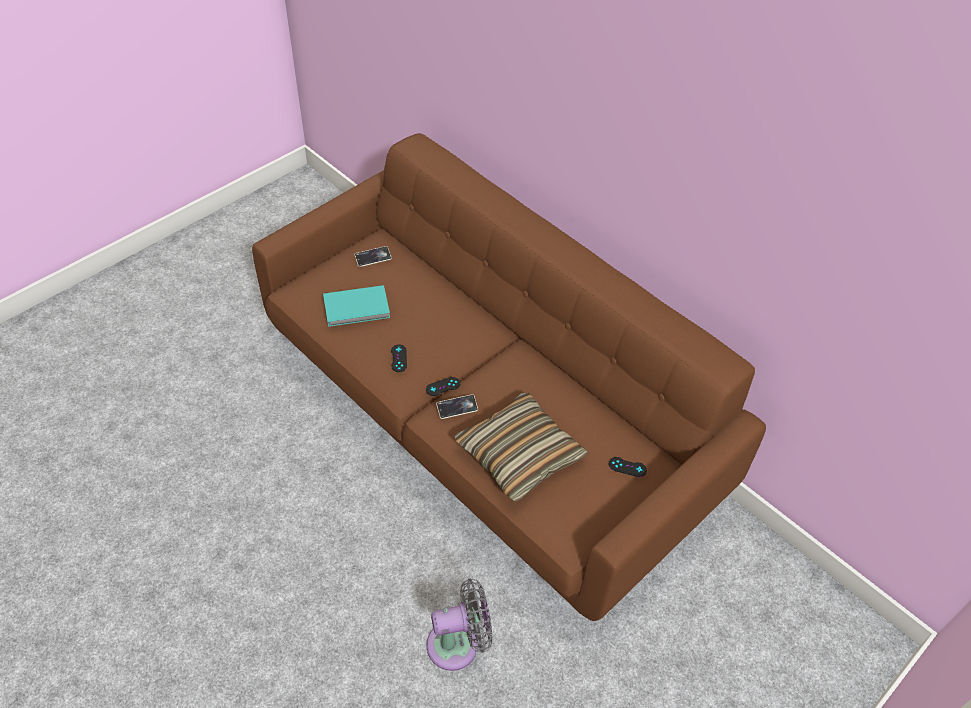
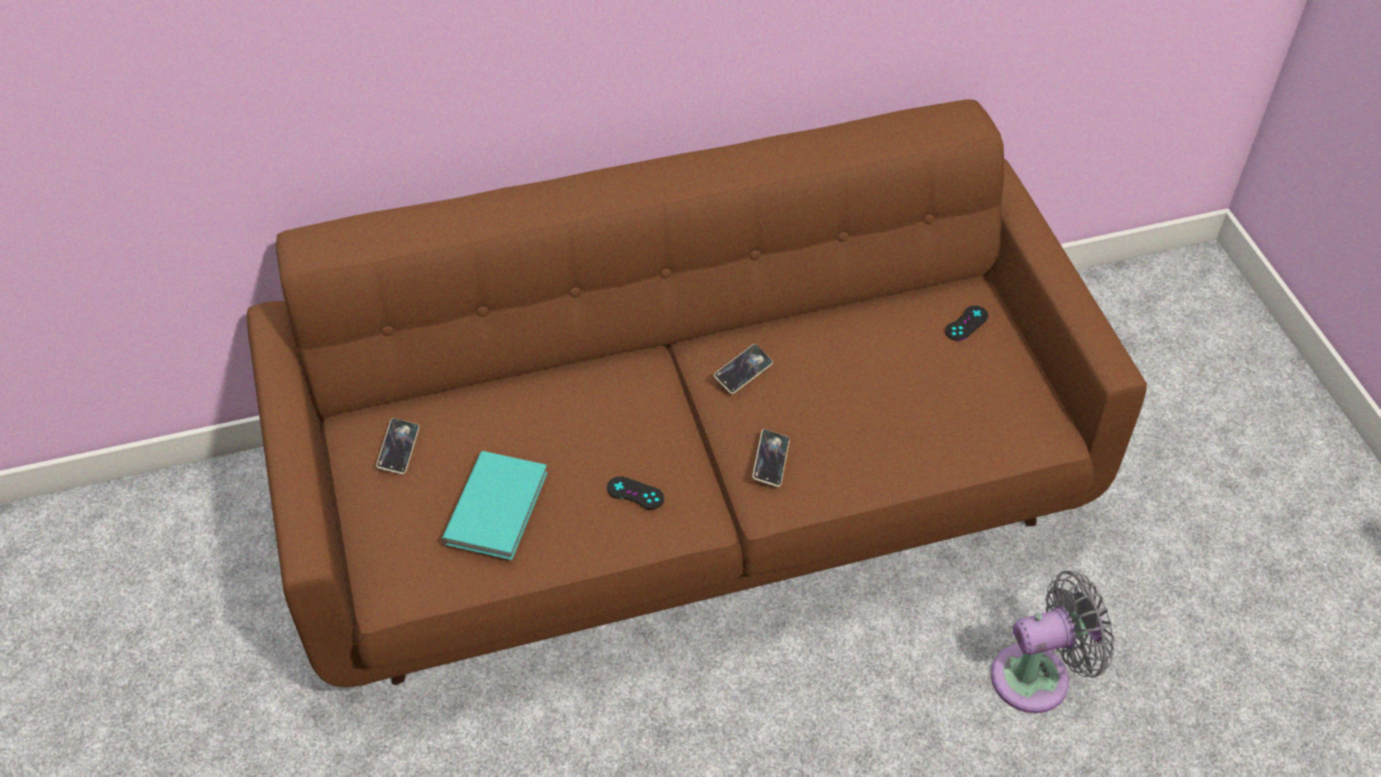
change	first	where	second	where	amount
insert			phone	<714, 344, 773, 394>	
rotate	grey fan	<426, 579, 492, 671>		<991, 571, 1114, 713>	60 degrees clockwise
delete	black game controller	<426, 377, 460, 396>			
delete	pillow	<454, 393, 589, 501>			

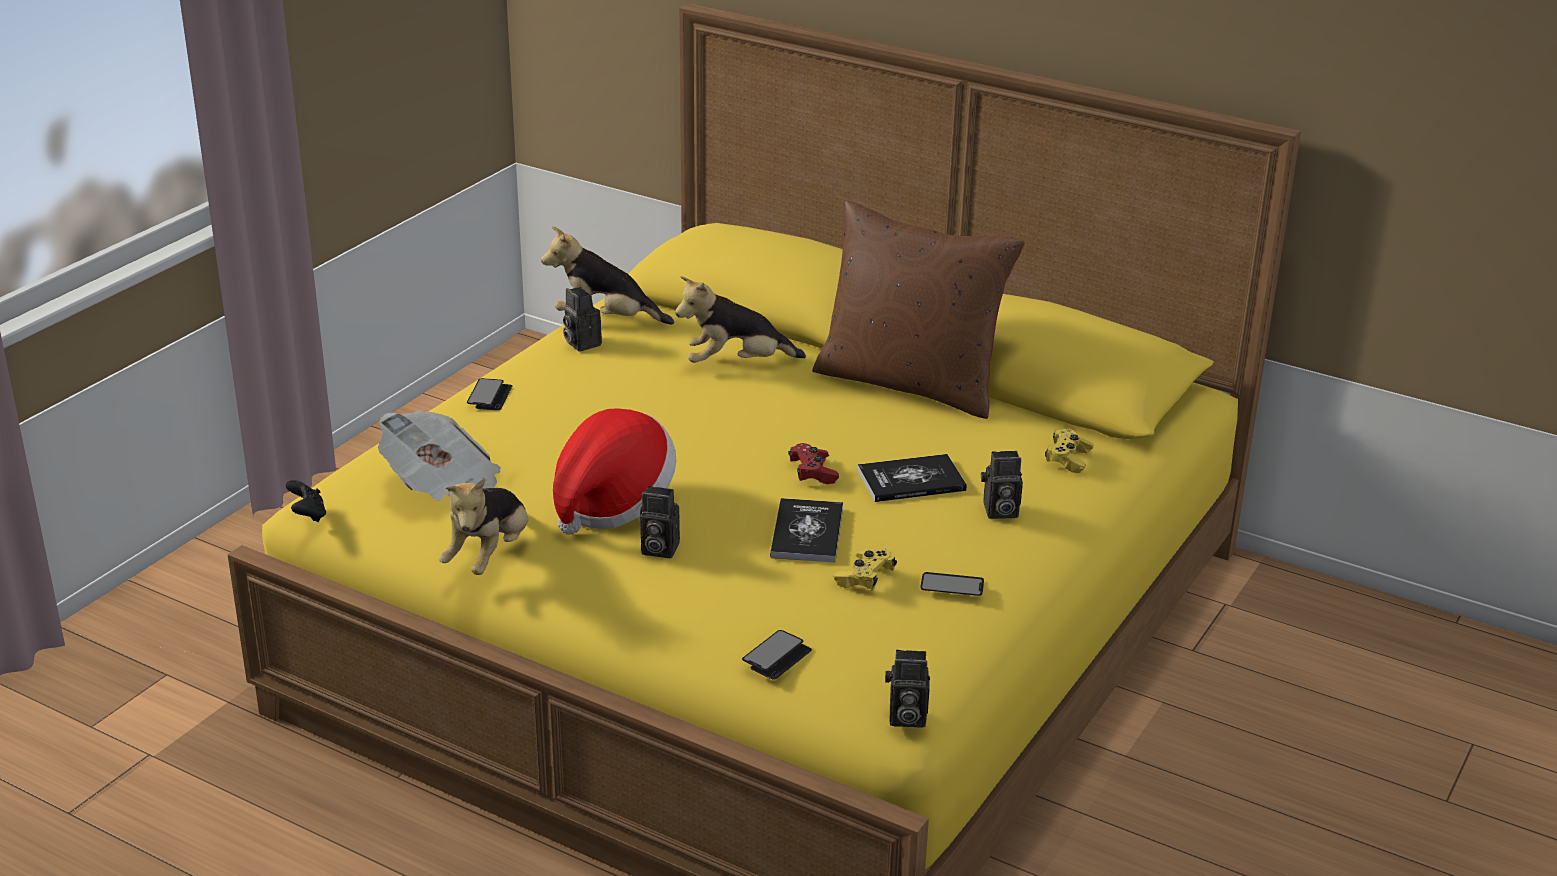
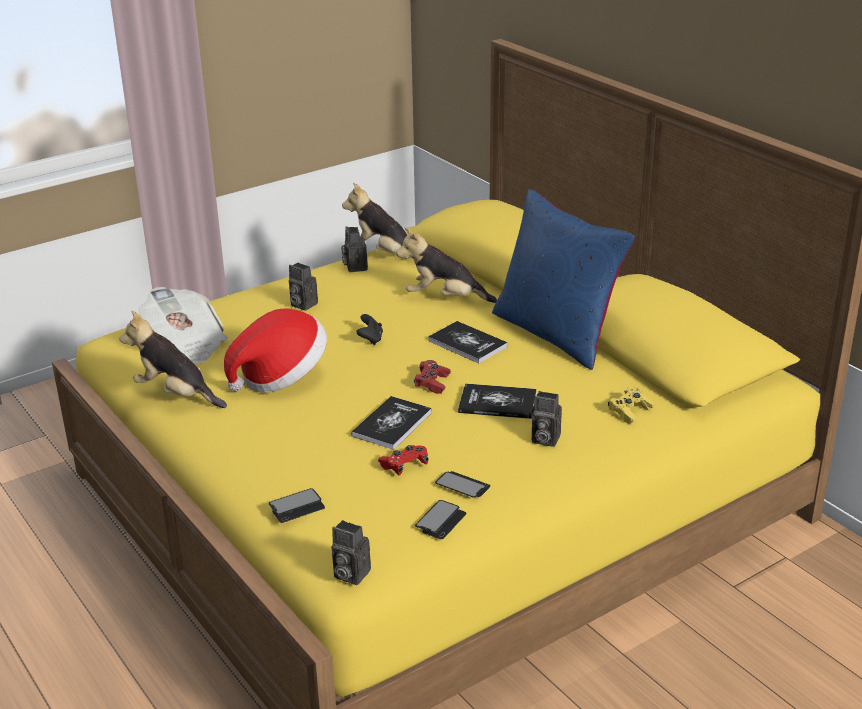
change	first	where	second	where	amount
rotate	plush toy	<439, 478, 528, 575>		<119, 311, 227, 408>	75 degrees clockwise
move	photo camera	<640, 486, 680, 558>		<289, 263, 318, 311>	
move	black game controller	<286, 480, 326, 522>		<356, 314, 383, 345>	
recolor	yellow game controller	<834, 548, 897, 590>	red game controller	<378, 445, 429, 475>	
move	phone	<467, 378, 512, 410>		<415, 500, 466, 539>	
insert			book	<428, 321, 508, 364>	
recolor	brown pillow	<812, 201, 1024, 419>	blue pillow	<492, 189, 635, 370>	

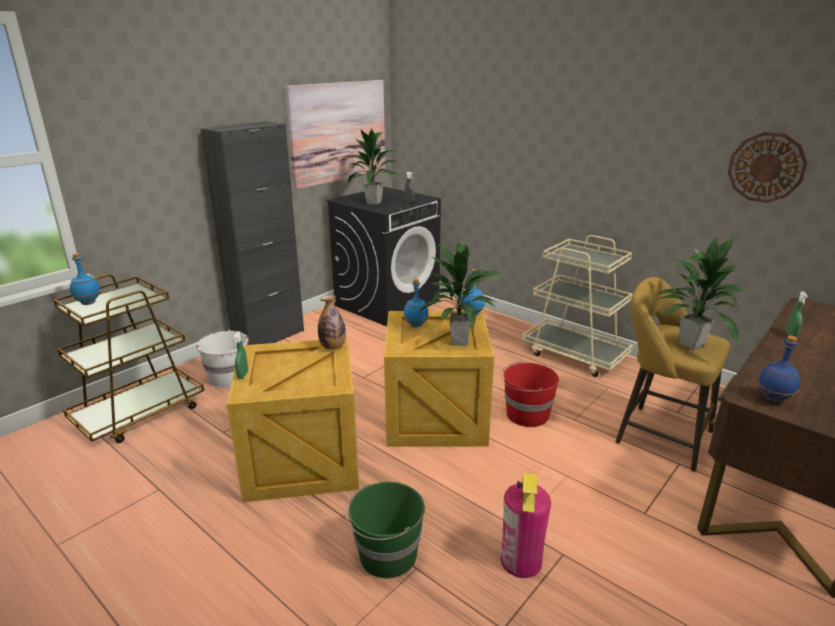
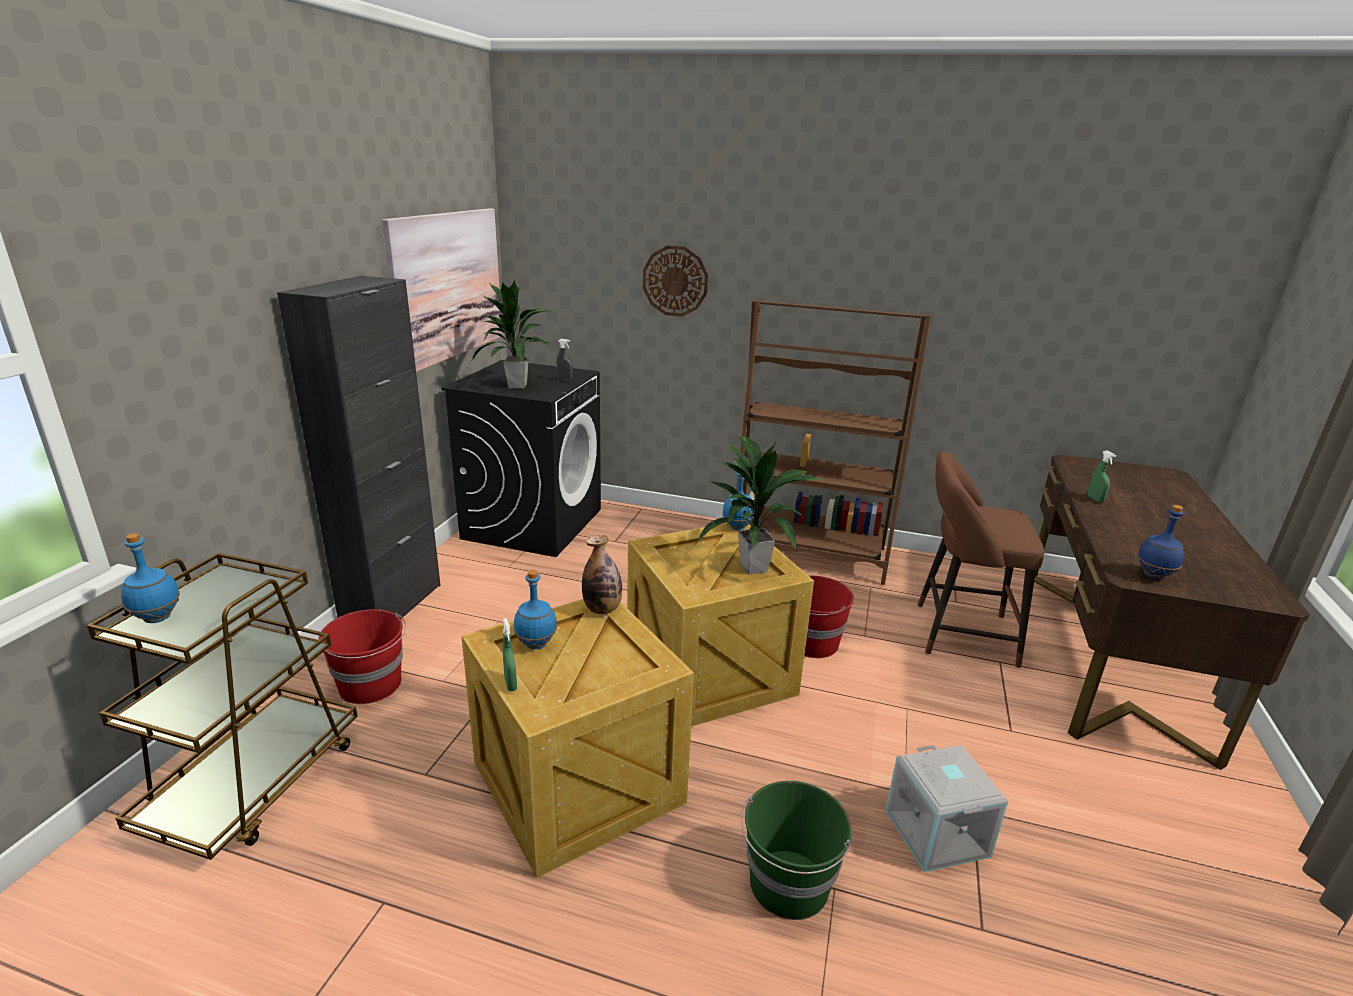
change	first	where	second	where	amount
recolor	white bucket	<196, 331, 249, 388>	red bucket	<318, 609, 406, 704>	
move	blue bottle	<404, 279, 429, 328>		<514, 570, 557, 649>	
move	wall clock	<728, 132, 808, 203>		<643, 245, 708, 317>	
replace	beige cart	<522, 235, 633, 377>	brown bookcase	<736, 299, 931, 585>	
replace	fire extinguisher	<501, 473, 551, 578>	grey storage box	<885, 745, 1008, 872>	
recolor	yellow stool	<615, 277, 730, 472>	brown stool	<918, 451, 1045, 668>	
delete	potted plant	<654, 236, 749, 350>			

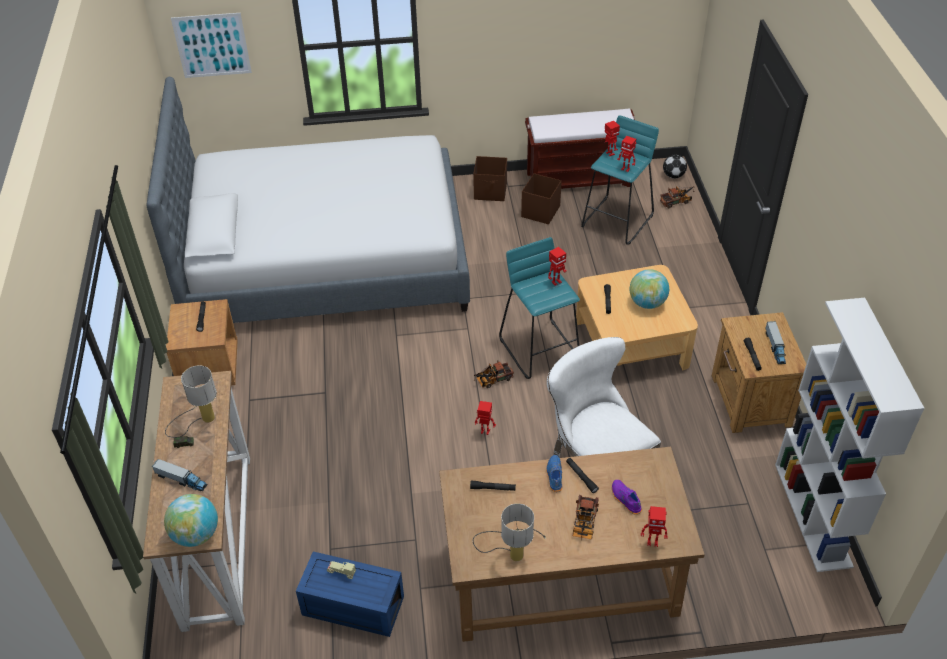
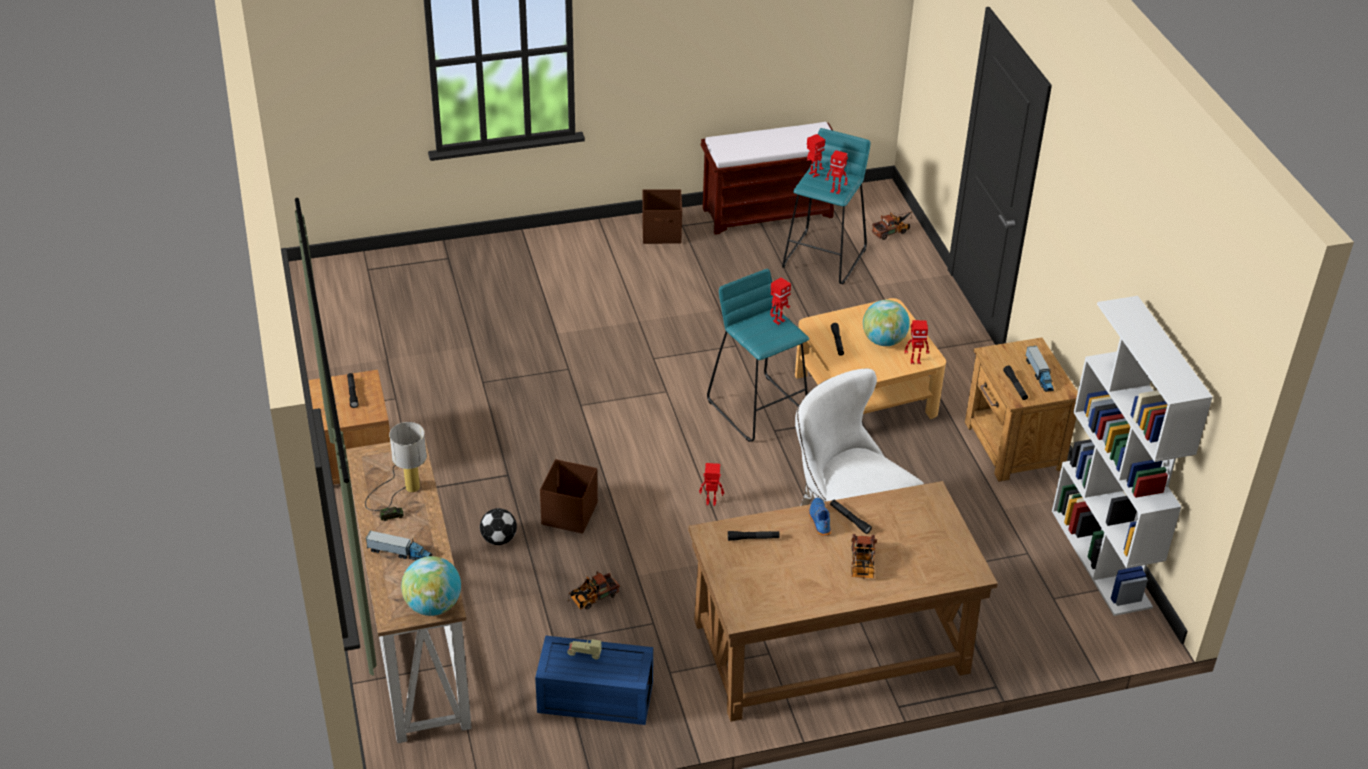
change	first	where	second	where	amount
move	football	<663, 155, 687, 179>		<480, 508, 517, 545>	
move	brown storage box	<521, 173, 562, 224>		<540, 459, 598, 534>	
move	toy truck	<474, 360, 514, 388>		<568, 571, 620, 609>	
move	toy robot	<641, 506, 668, 547>		<905, 320, 929, 364>	
delete	bed	<147, 76, 470, 323>			
delete	picture	<171, 13, 252, 78>			
delete	table lamp	<473, 503, 546, 561>			
delete	purple shoe	<612, 480, 642, 514>			

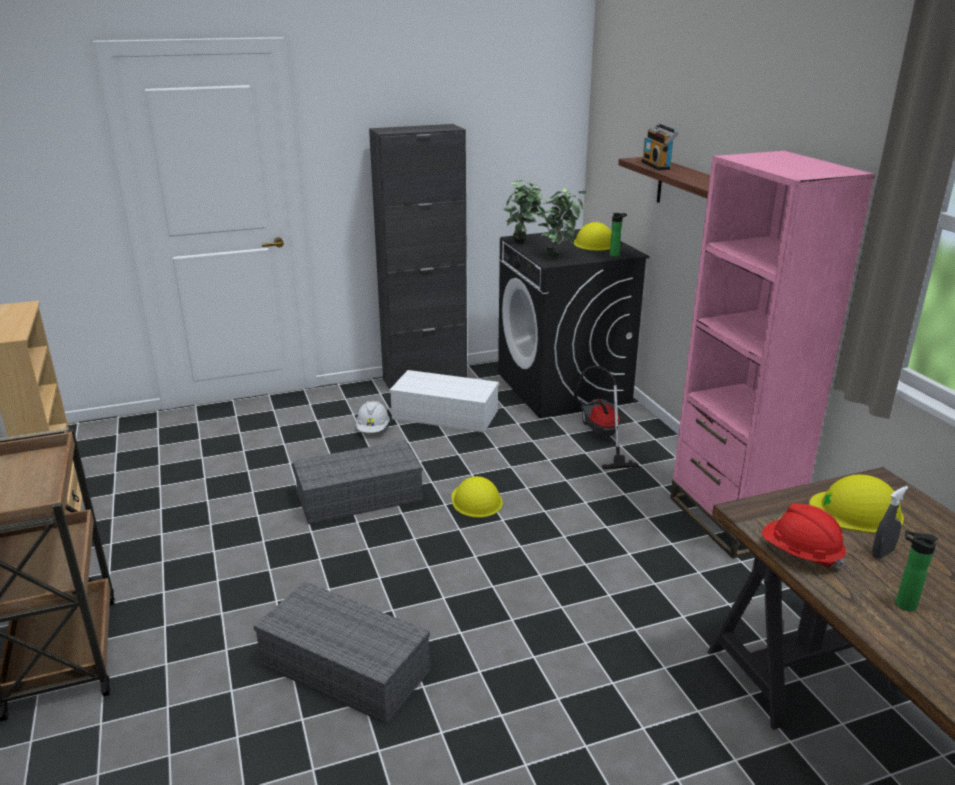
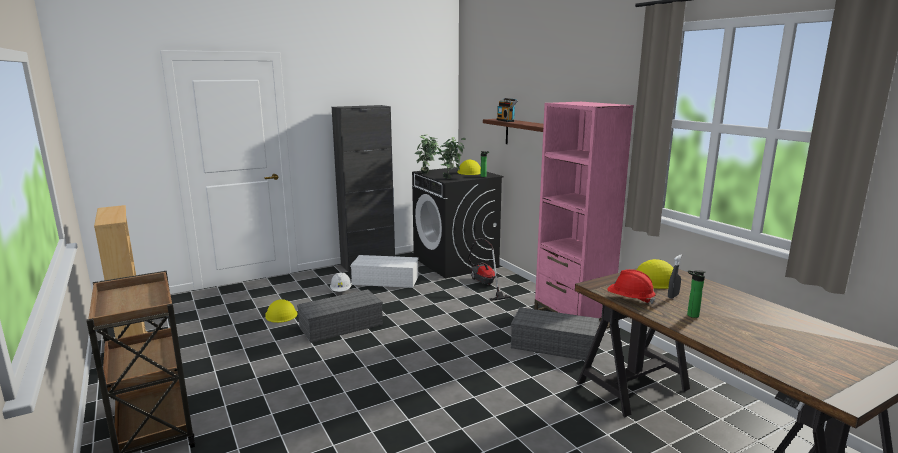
change	first	where	second	where	amount
move	yellow hard hat	<452, 476, 503, 518>		<265, 299, 297, 323>	
move	grey storage box	<254, 582, 430, 724>		<511, 307, 599, 360>	

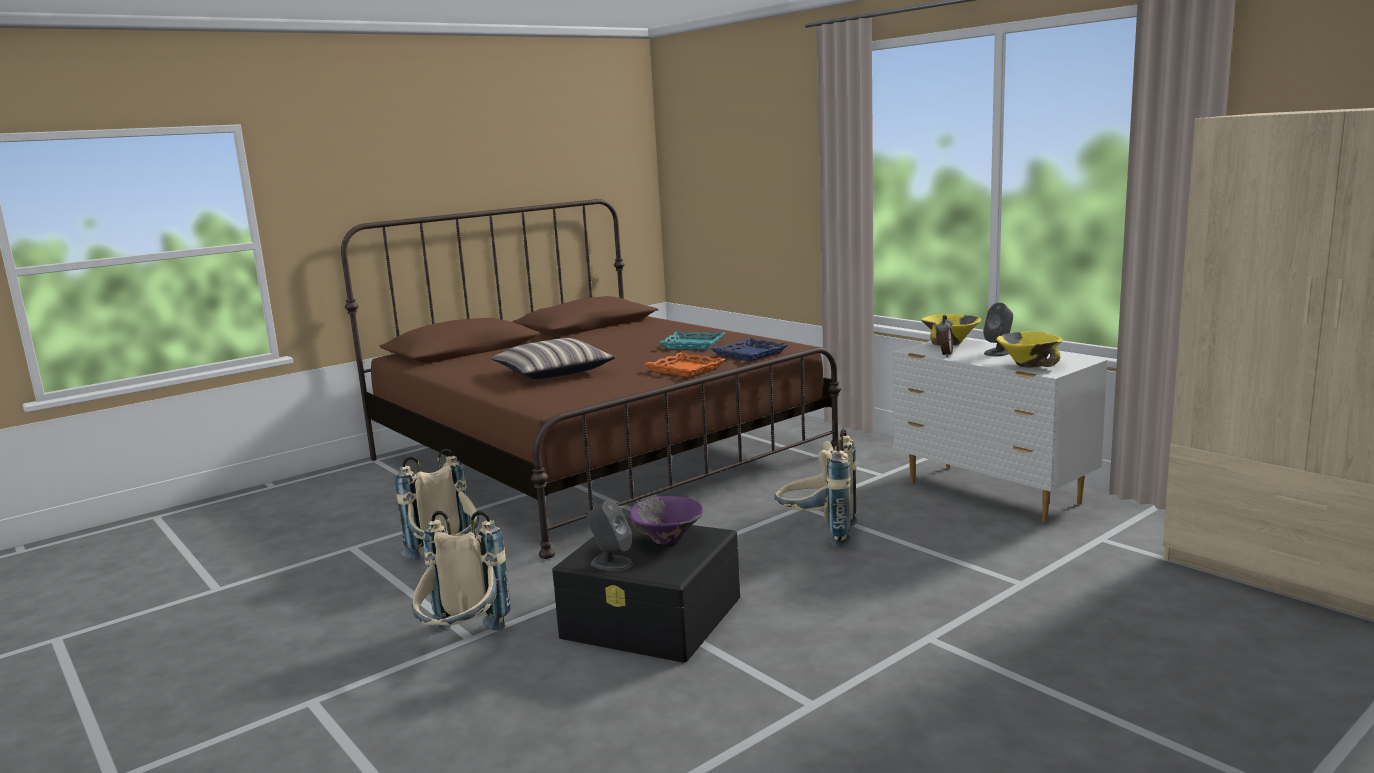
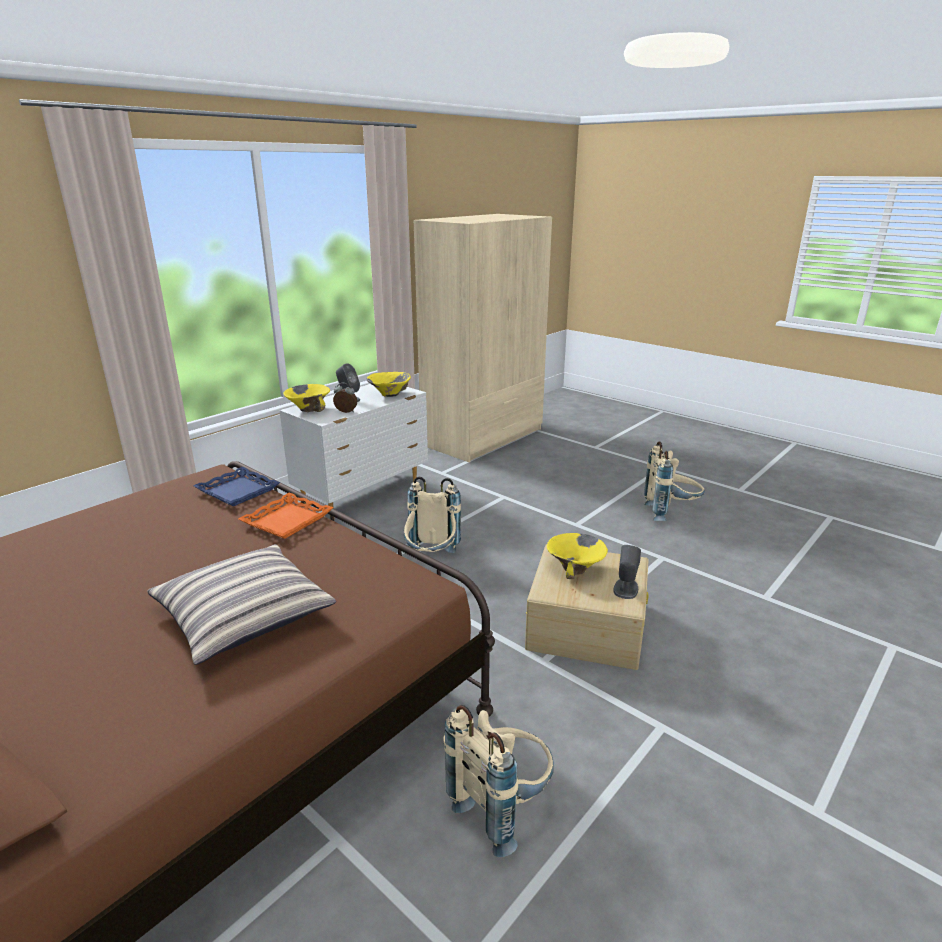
change	first	where	second	where	amount
recolor	black storage box	<552, 517, 740, 663>	beige storage box	<525, 544, 649, 670>	
recolor	purple bowl	<630, 496, 703, 545>	yellow bowl	<547, 533, 608, 579>	
move	beige backpack	<412, 511, 511, 631>		<644, 441, 705, 521>	
delete	turquoise tray	<659, 332, 725, 350>			

